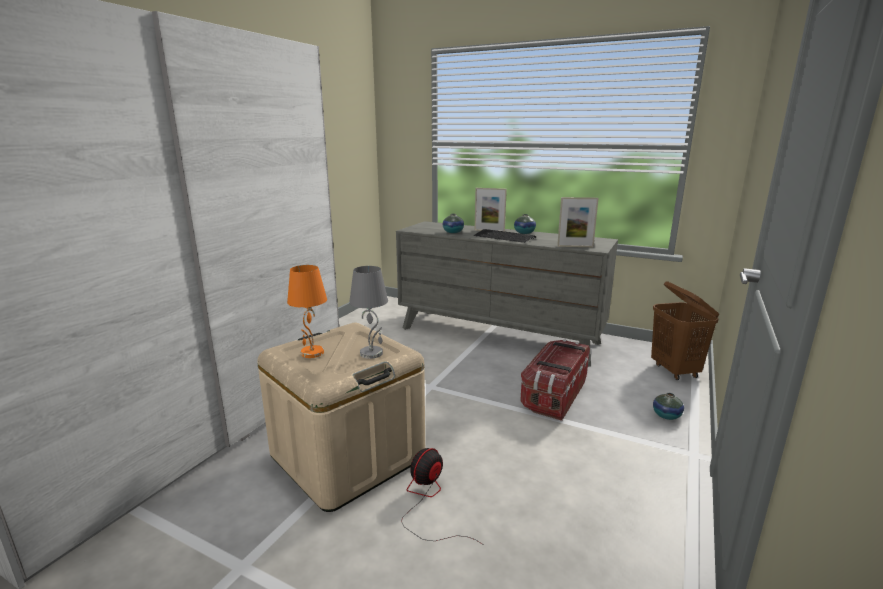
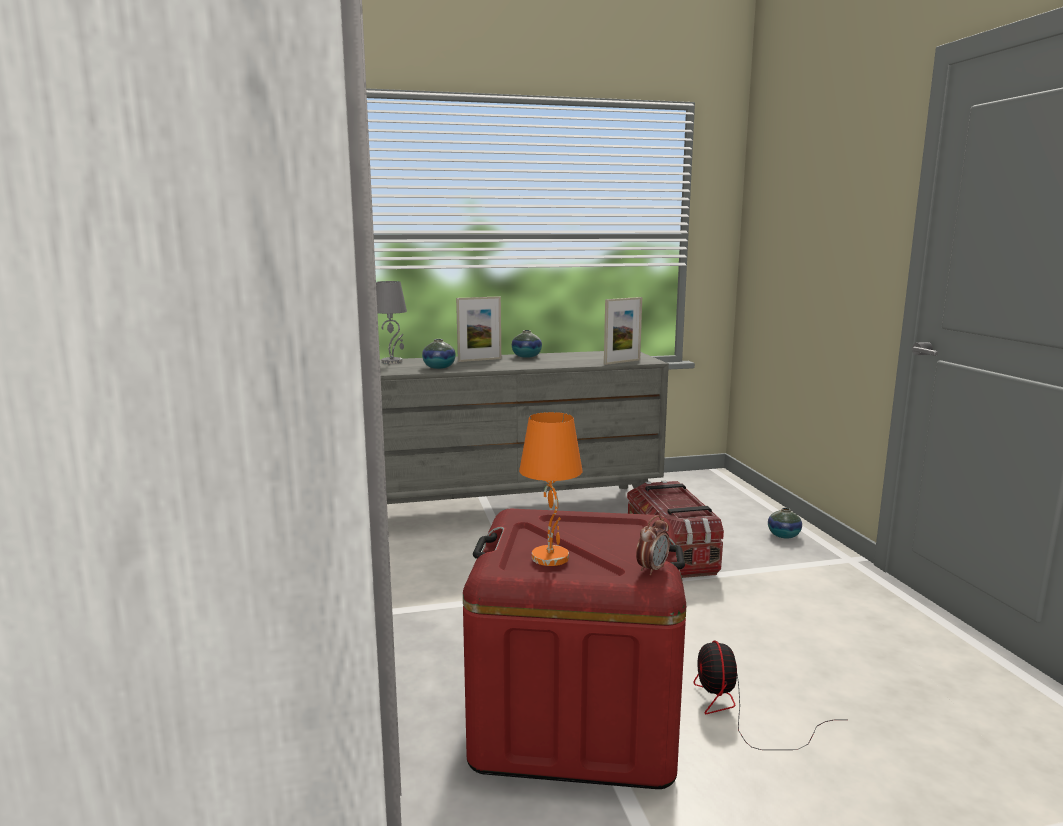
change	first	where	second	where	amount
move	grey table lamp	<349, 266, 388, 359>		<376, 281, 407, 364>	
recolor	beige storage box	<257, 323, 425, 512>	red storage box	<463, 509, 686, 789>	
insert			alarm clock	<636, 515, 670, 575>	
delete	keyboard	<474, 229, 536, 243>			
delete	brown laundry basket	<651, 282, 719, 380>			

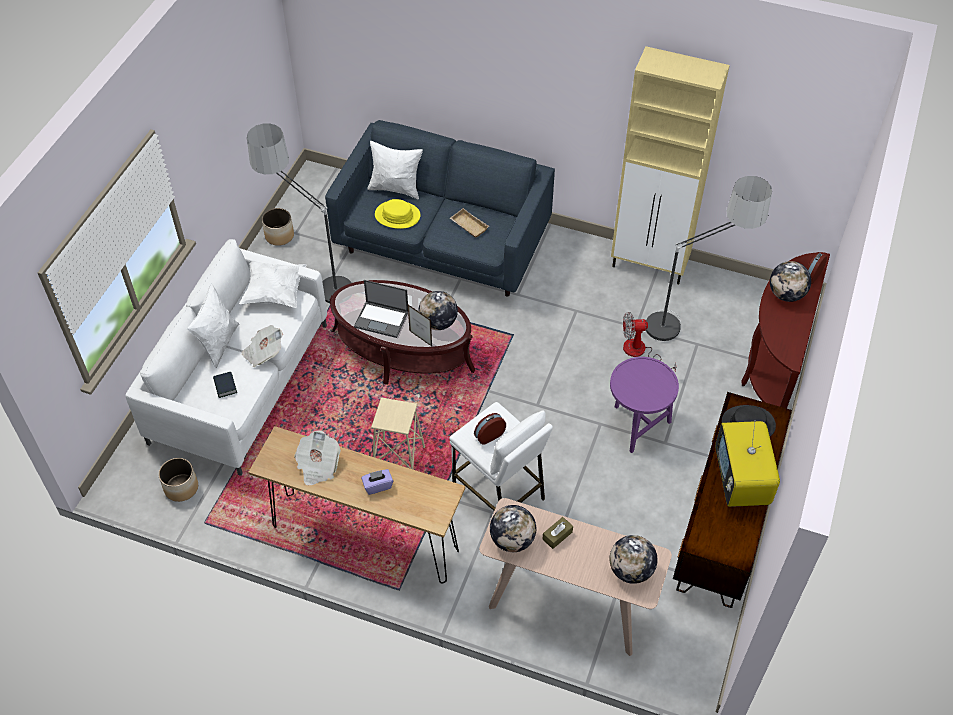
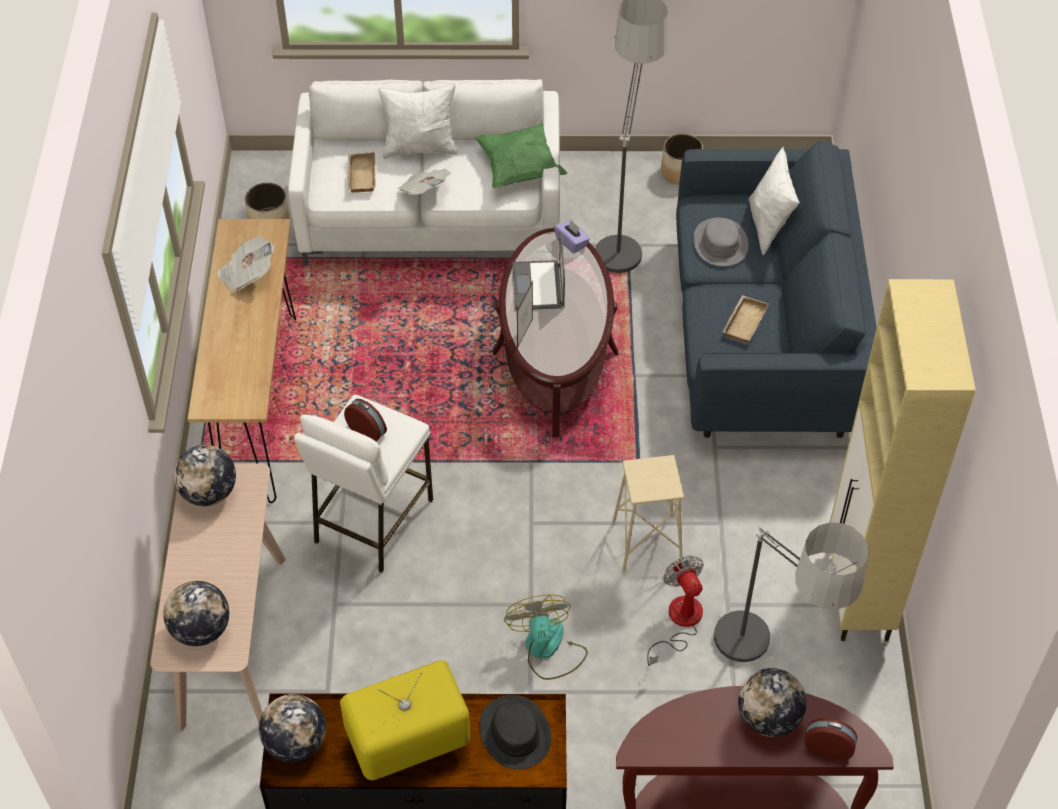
change	first	where	second	where	amount
move	globe	<418, 291, 458, 330>		<259, 694, 326, 762>	
replace	book	<213, 372, 237, 398>	beige tray	<348, 152, 376, 193>	
recolor	white pillow	<239, 262, 307, 308>	green pillow	<474, 123, 567, 188>	
replace	purple side table	<610, 357, 679, 453>	fan	<504, 595, 588, 680>	
move	purple tissue box	<361, 469, 393, 495>		<554, 220, 590, 254>	
move	beige stool	<371, 397, 425, 470>		<612, 455, 684, 573>	
recolor	yellow hat	<375, 199, 420, 229>	grey hat	<693, 218, 749, 266>	
delete	brown tissue box	<542, 517, 573, 549>			

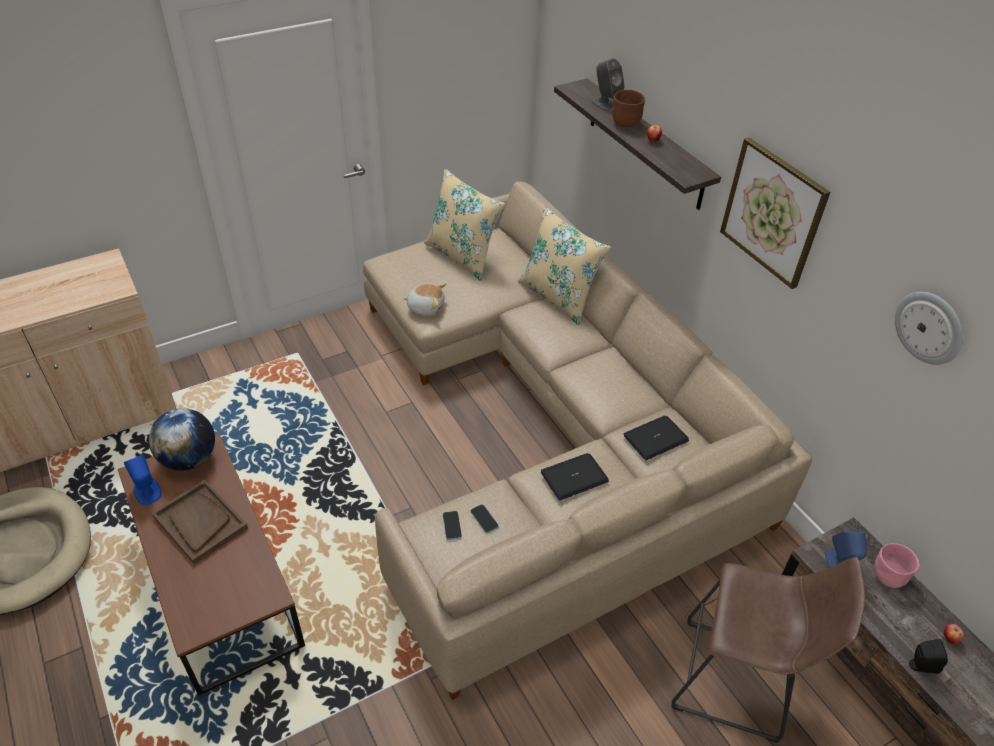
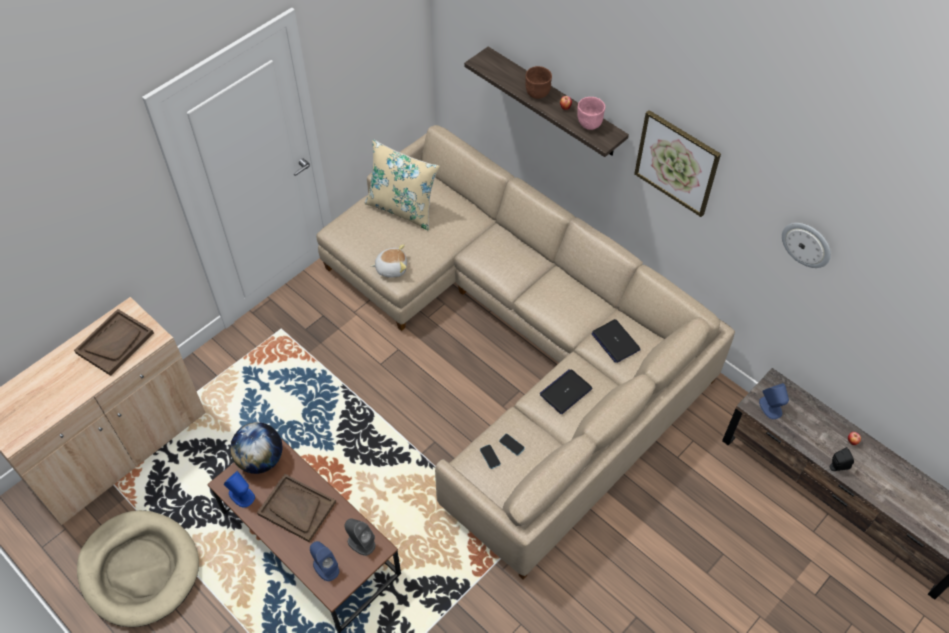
change	first	where	second	where	amount
insert			brown tray	<74, 309, 154, 376>	
insert			blue speaker	<310, 541, 339, 581>	
move	grey speaker	<592, 59, 625, 112>		<345, 518, 376, 556>	
move	pink bowl	<874, 543, 919, 588>		<577, 97, 605, 130>	
rotate	laptop	<624, 415, 689, 460>		<591, 319, 641, 363>	75 degrees counterclockwise
delete	beige pillow	<518, 206, 611, 325>			
delete	brown stool	<671, 557, 865, 743>			

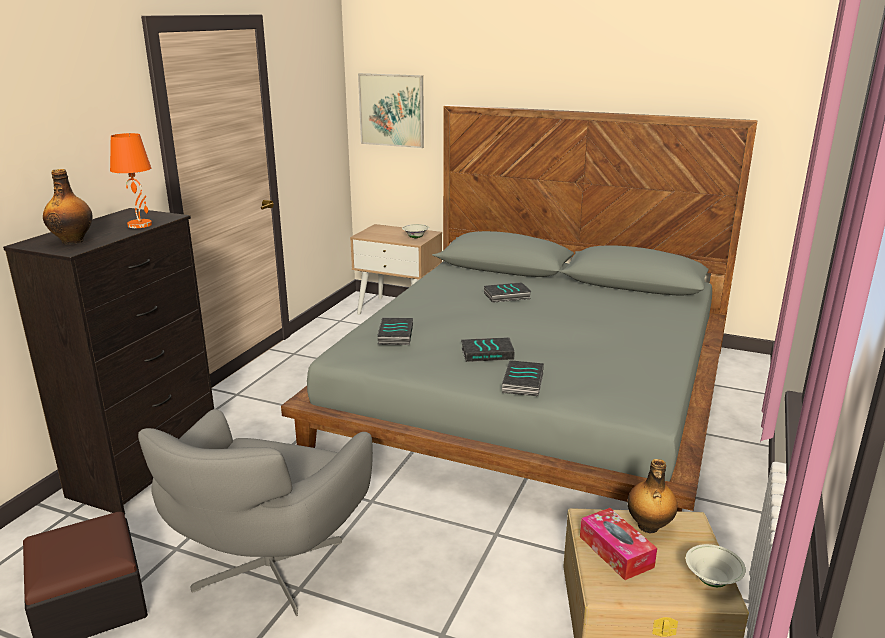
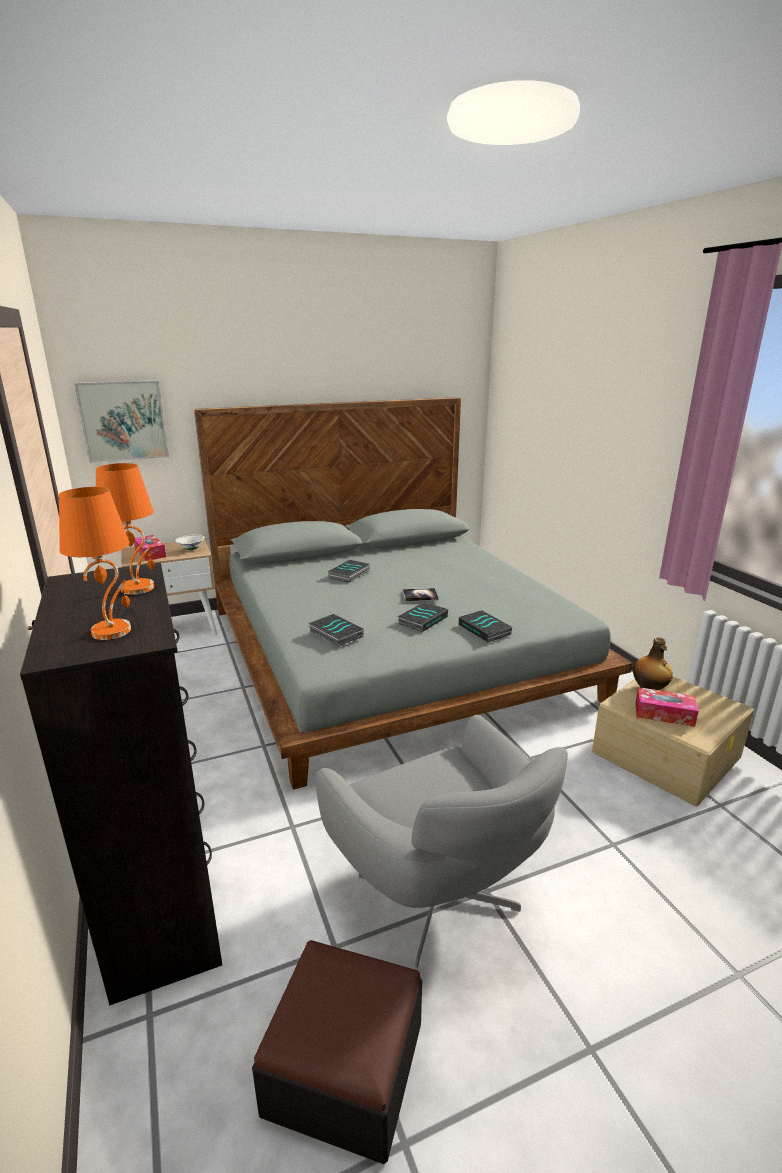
change	first	where	second	where	amount
replace	bottle	<43, 169, 93, 245>	orange table lamp	<59, 487, 131, 640>	
insert			tissue box	<134, 535, 166, 561>	
insert			book	<403, 588, 439, 601>	
delete	white bowl	<686, 544, 746, 587>			

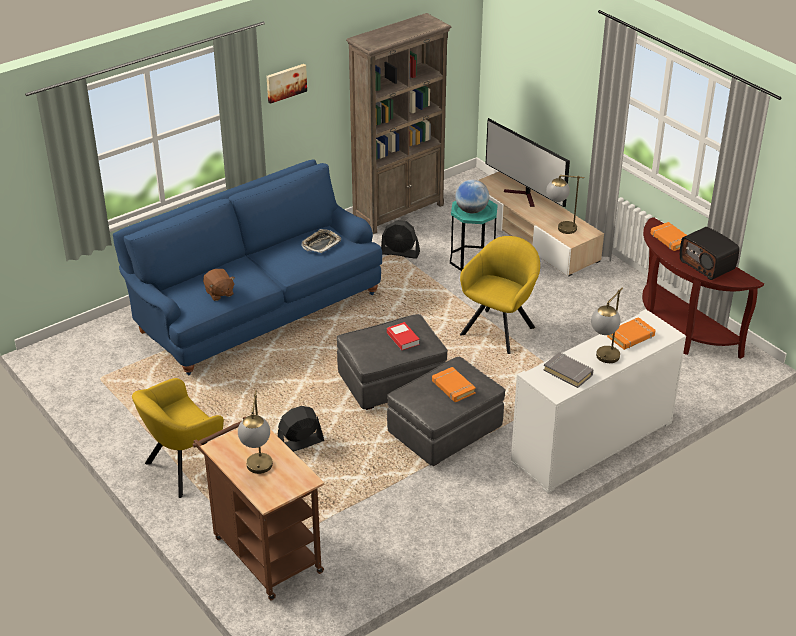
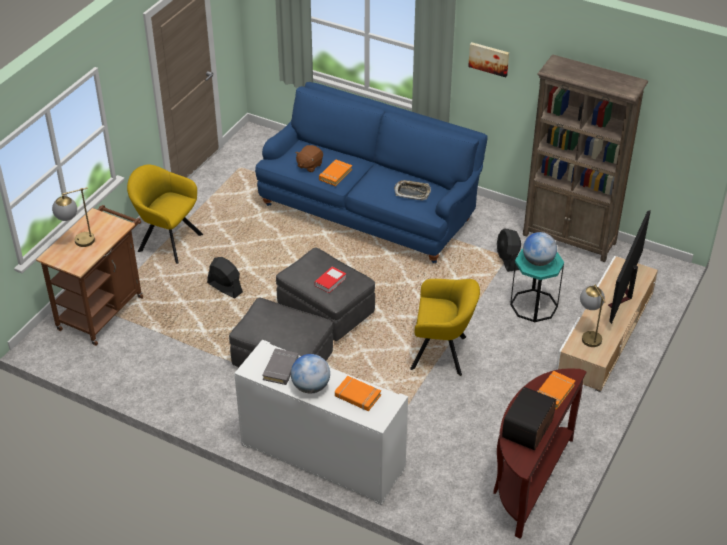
change	first	where	second	where	amount
replace	table lamp	<591, 287, 623, 363>	globe	<291, 354, 330, 394>	
move	orange book	<432, 367, 476, 402>		<319, 159, 352, 186>	

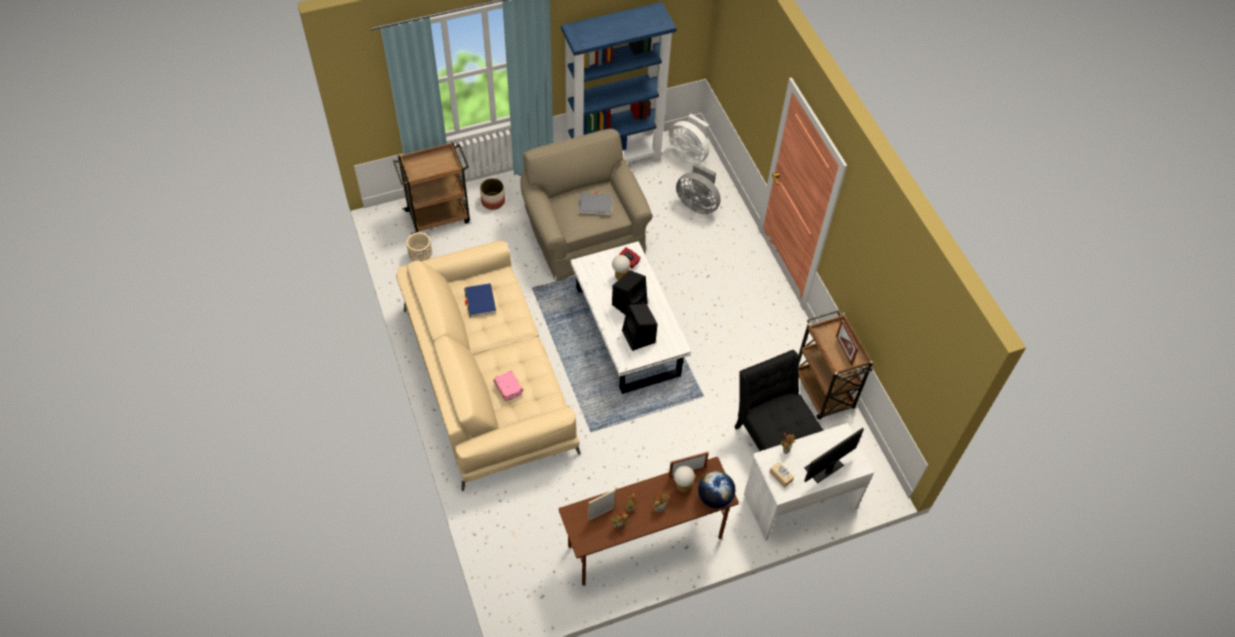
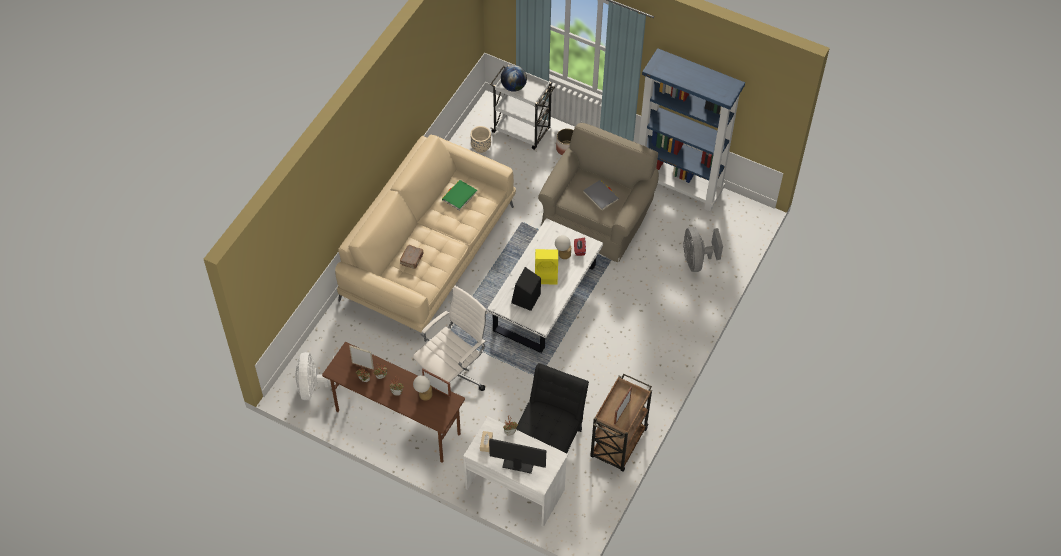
change	first	where	second	where	amount
move	white fan	<669, 114, 709, 164>		<295, 352, 339, 400>	
recolor	pink book	<493, 371, 523, 401>	brown book	<400, 245, 424, 269>	
insert			white office chair	<413, 286, 487, 391>	
recolor	blue book	<464, 283, 496, 317>	green book	<442, 180, 477, 211>	
recolor	brown cart	<393, 142, 470, 234>	white cart	<490, 65, 555, 150>	
move	globe	<698, 471, 735, 508>		<501, 65, 527, 92>	
recolor	black speaker	<612, 270, 648, 315>	yellow speaker	<535, 249, 558, 284>	

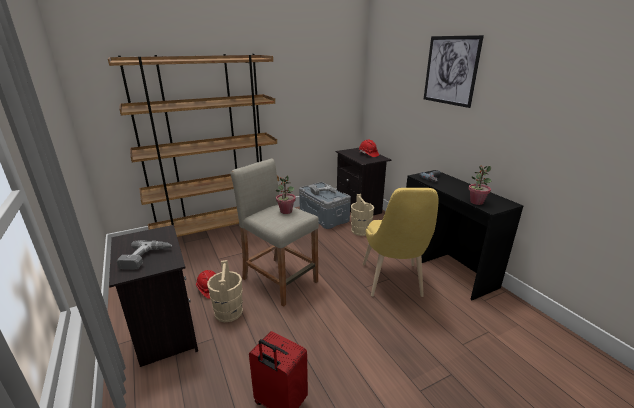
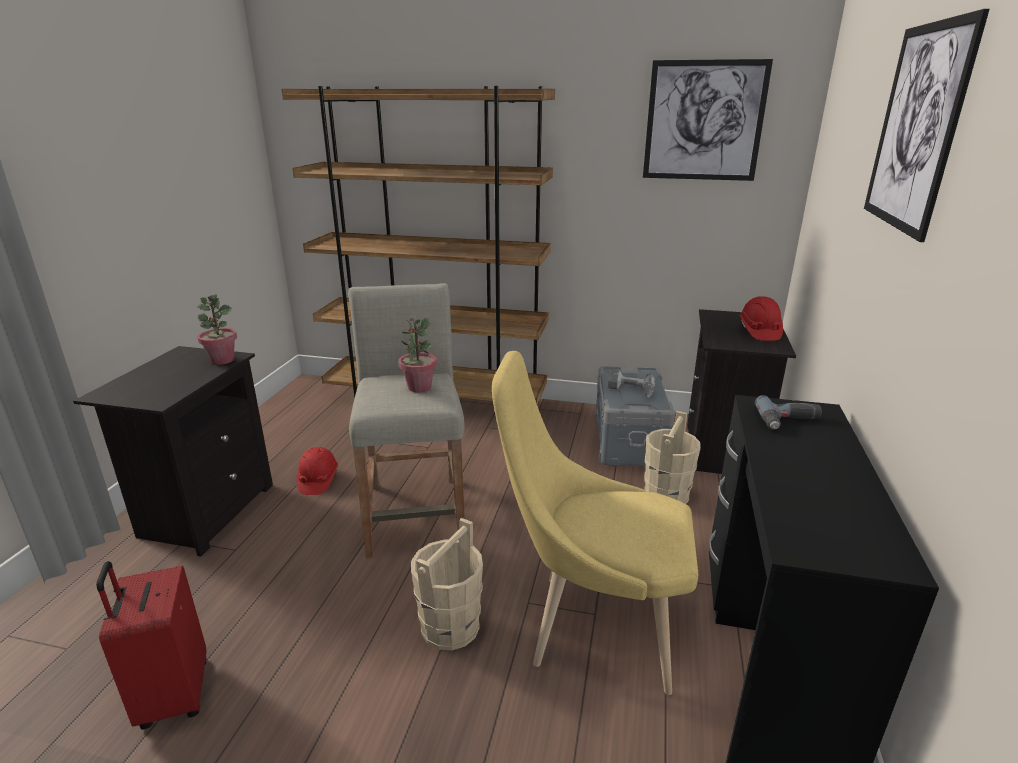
change	first	where	second	where	amount
move	potted plant	<468, 165, 491, 205>		<197, 294, 237, 365>	
move	beige bucket	<207, 260, 243, 322>		<411, 518, 483, 650>	
rotate	yellow chair	<363, 188, 438, 297>		<492, 351, 698, 695>	60 degrees clockwise
insert			picture	<643, 59, 773, 181>	
delete	power drill	<117, 240, 172, 269>			

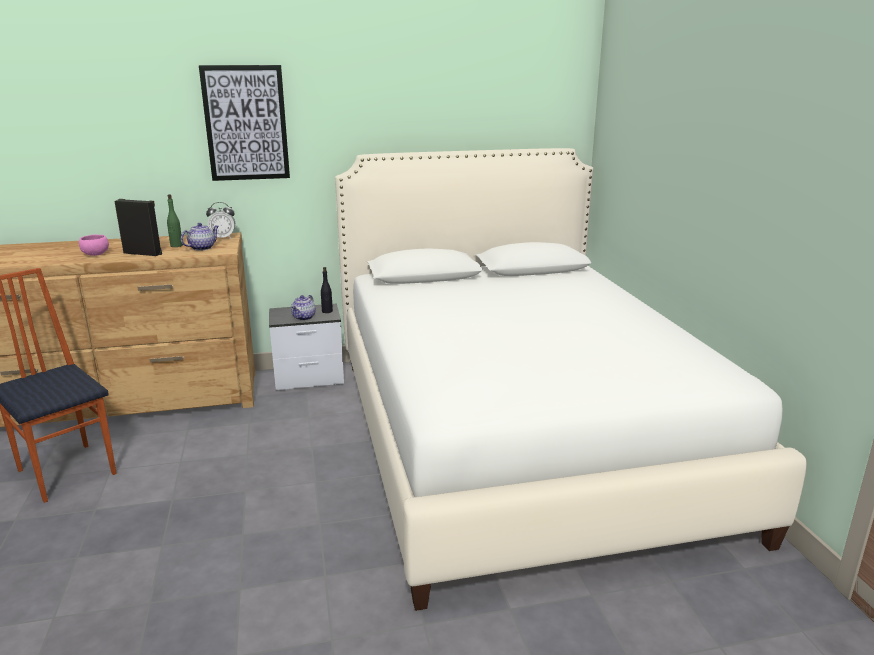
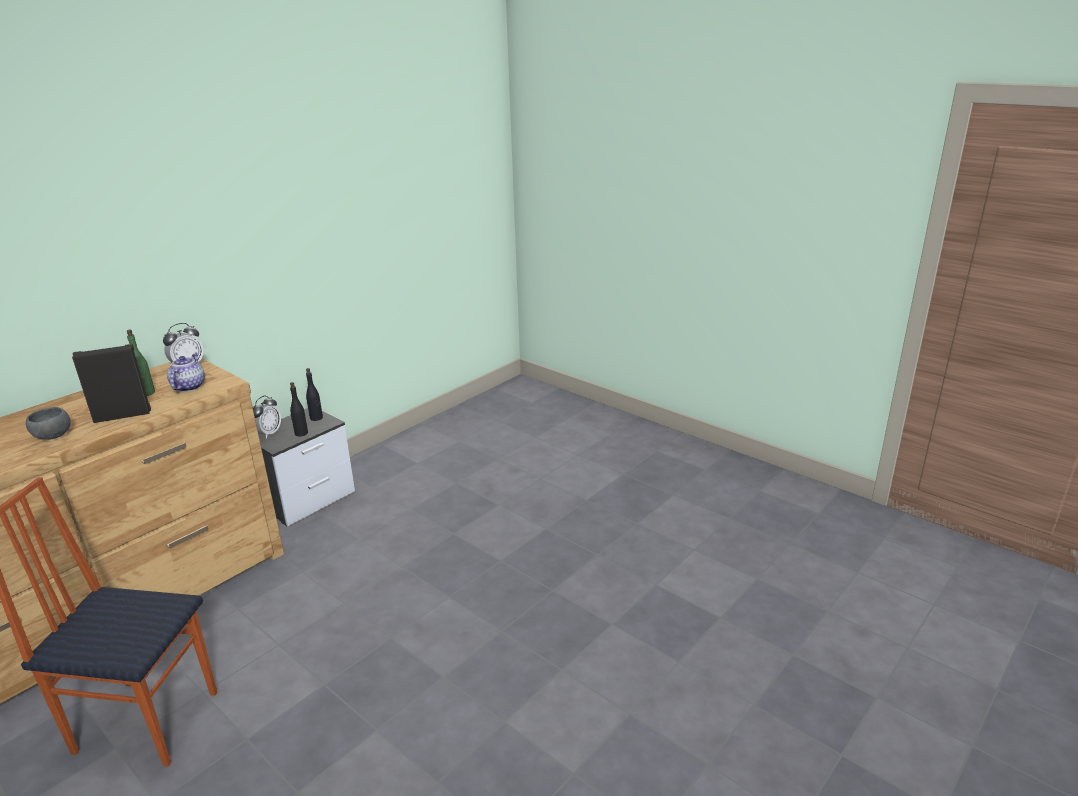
change	first	where	second	where	amount
recolor	pink bowl	<79, 235, 109, 256>	grey bowl	<26, 407, 71, 440>	
insert			alarm clock	<253, 395, 281, 439>	
replace	teapot	<291, 295, 316, 320>	black bottle	<290, 382, 308, 436>	
delete	picture	<199, 65, 290, 181>			
delete	white bed	<335, 148, 807, 611>			

